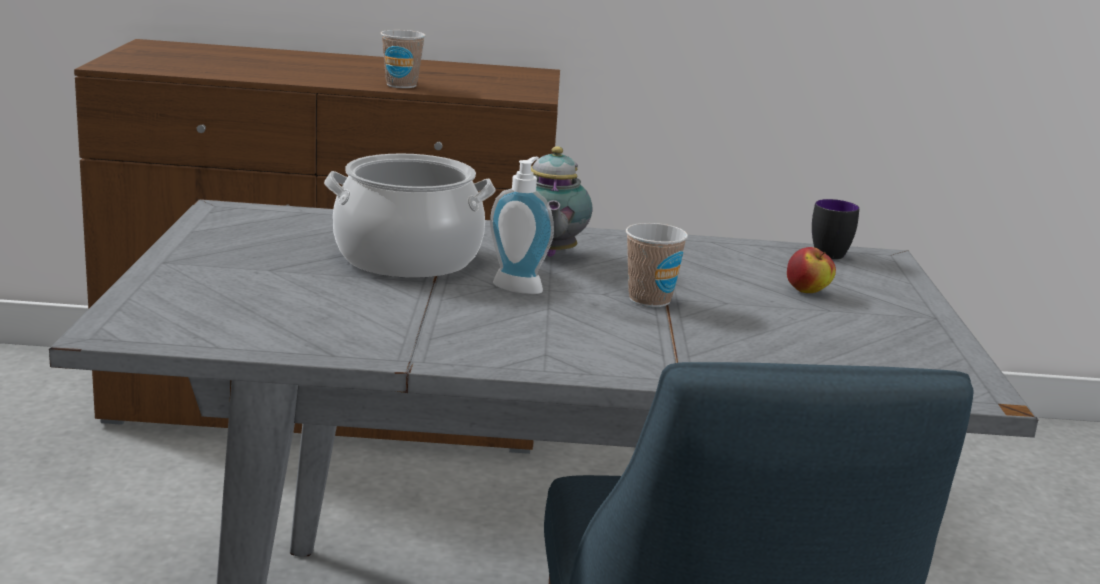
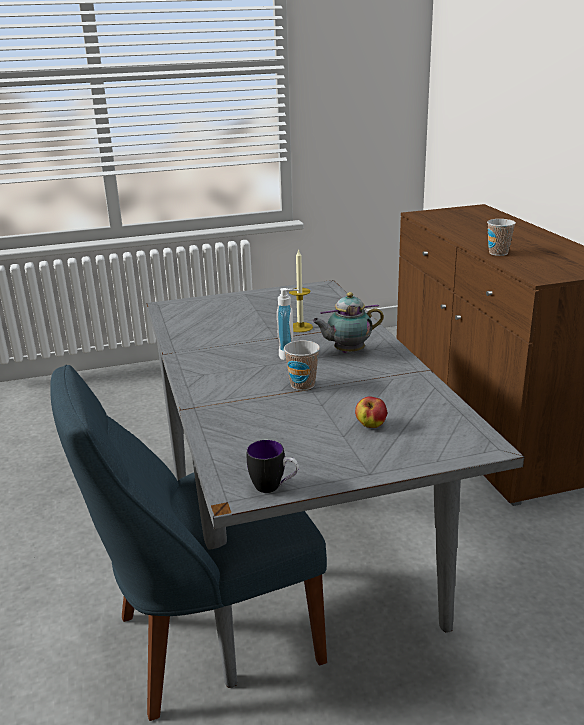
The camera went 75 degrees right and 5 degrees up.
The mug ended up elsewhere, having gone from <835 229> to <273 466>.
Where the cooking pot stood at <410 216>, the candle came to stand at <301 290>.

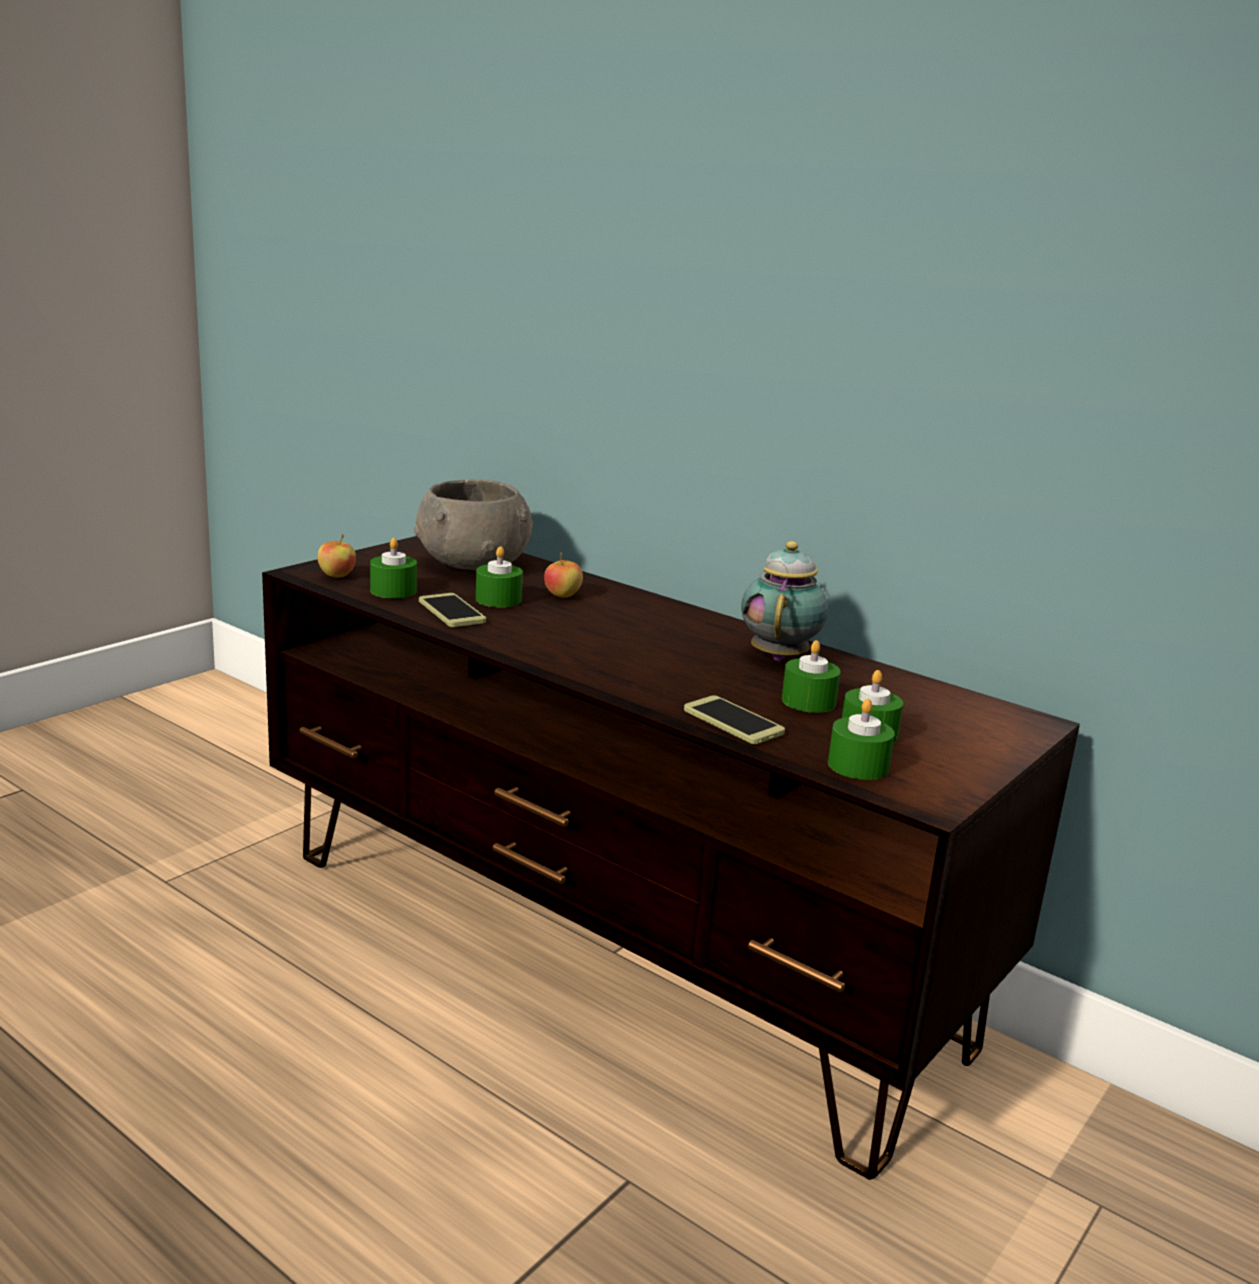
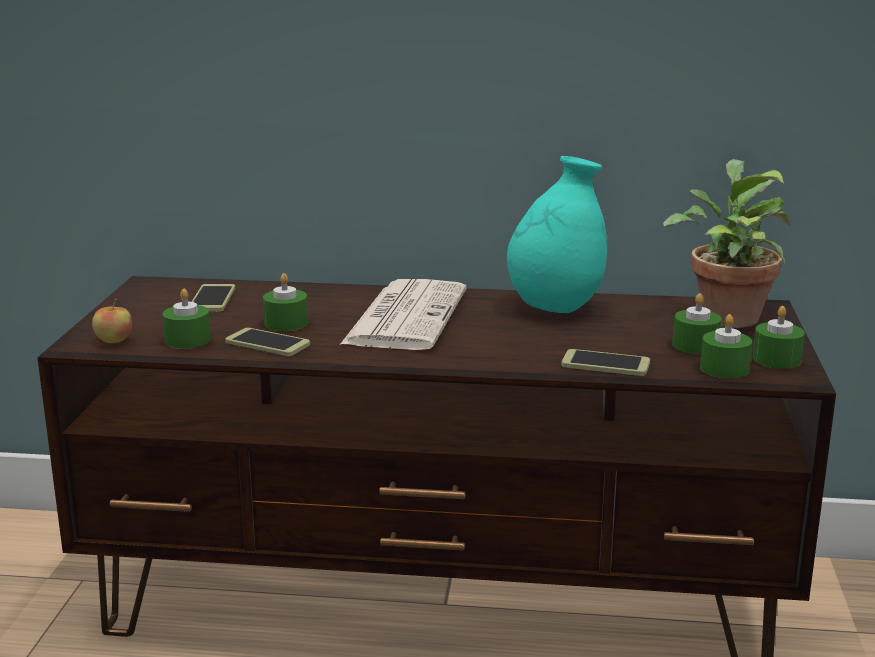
The camera went 30 degrees left and 0 degrees up.
The second view lost the apple at <563 575>.
The second view gained the newspaper at <403 314>.
The second view gained the potted plant at <727 243>.
The green candle ended up elsewhere, having gone from <811 676> to <778 337>.
Where the grey bowl stood at <474 524>, the phone came to stand at <213 298>.
Where the teapot stood at <784 601>, the turquoise vase came to stand at <557 234>.

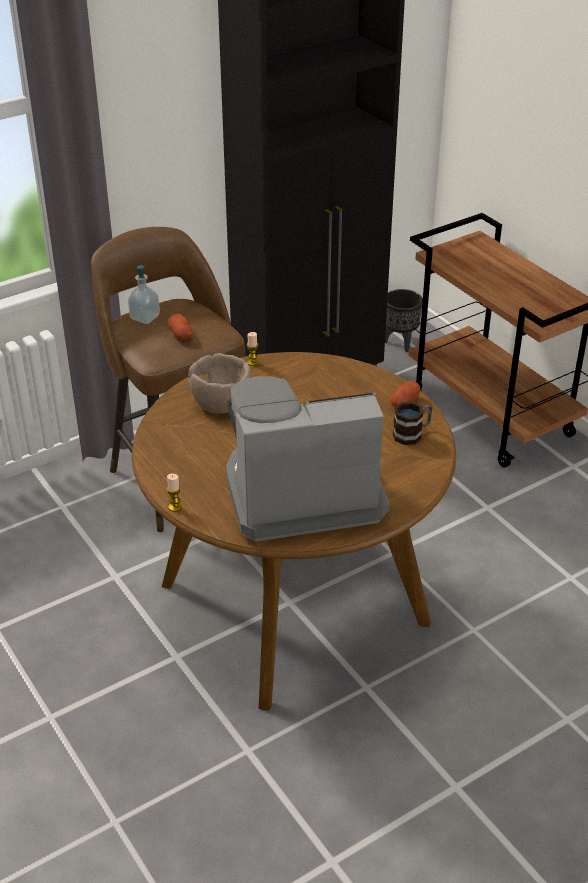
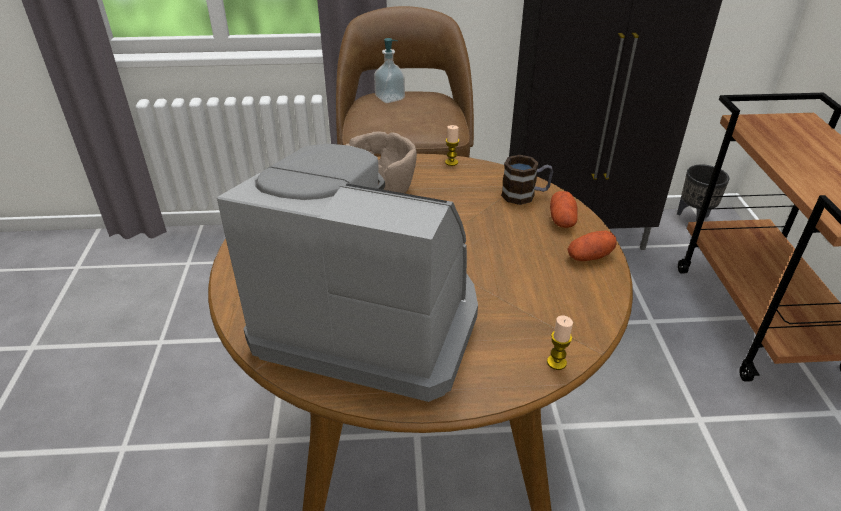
The camera went 30 degrees right and 0 degrees up.
The candle ended up elsewhere, having gone from <174 493> to <560 342>.
The potato ended up elsewhere, having gone from <180 327> to <564 209>.
The mug ended up elsewhere, having gone from <412 423> to <527 180>.

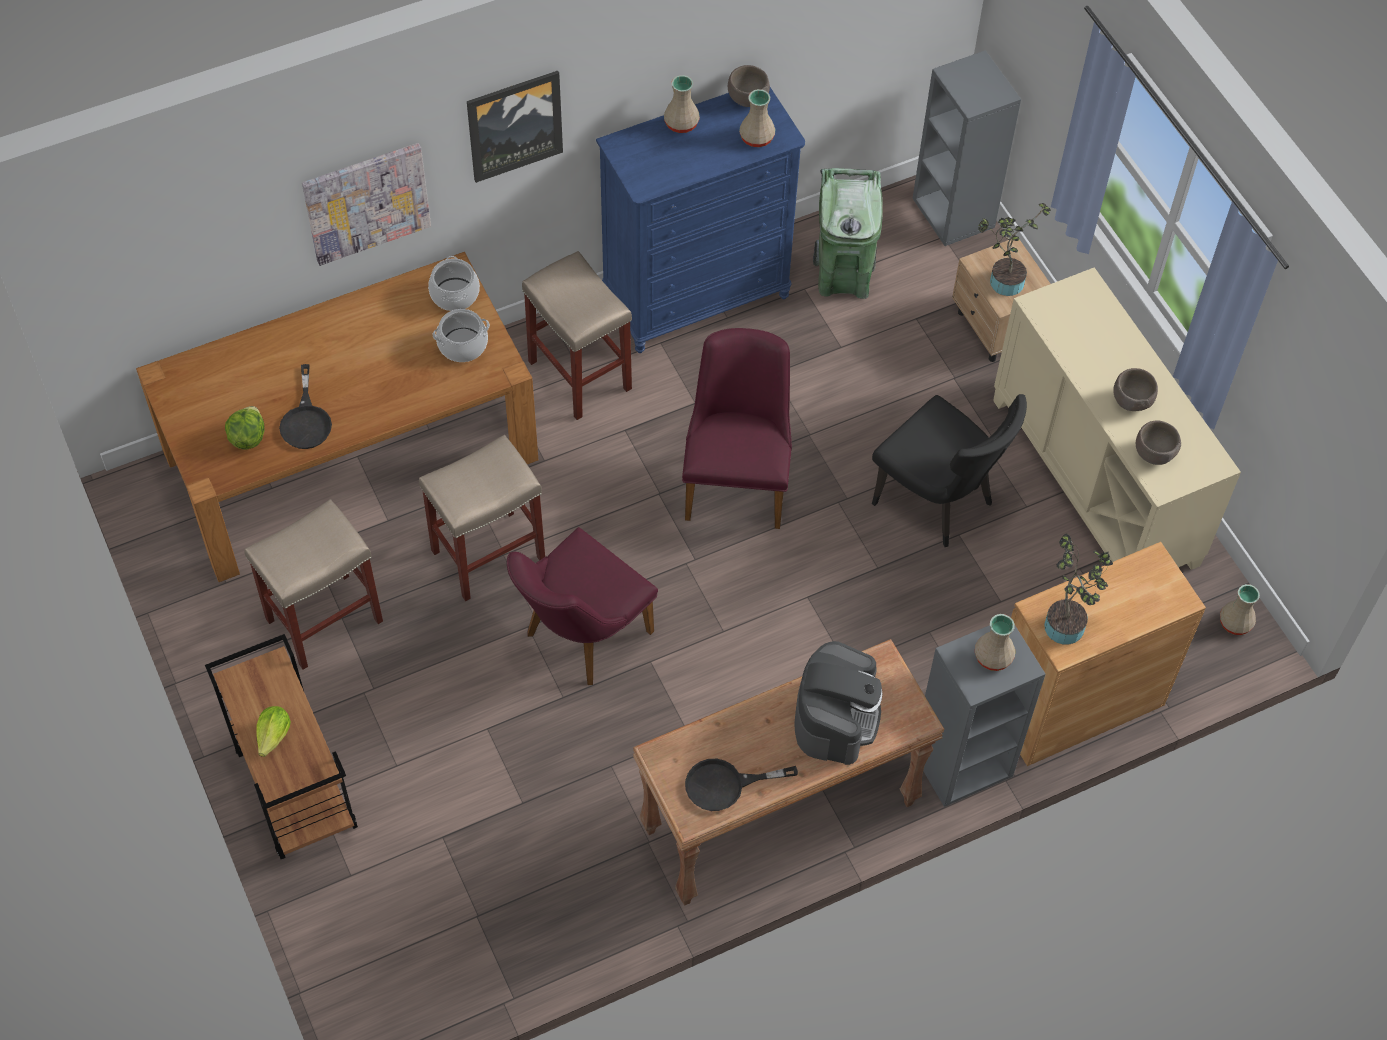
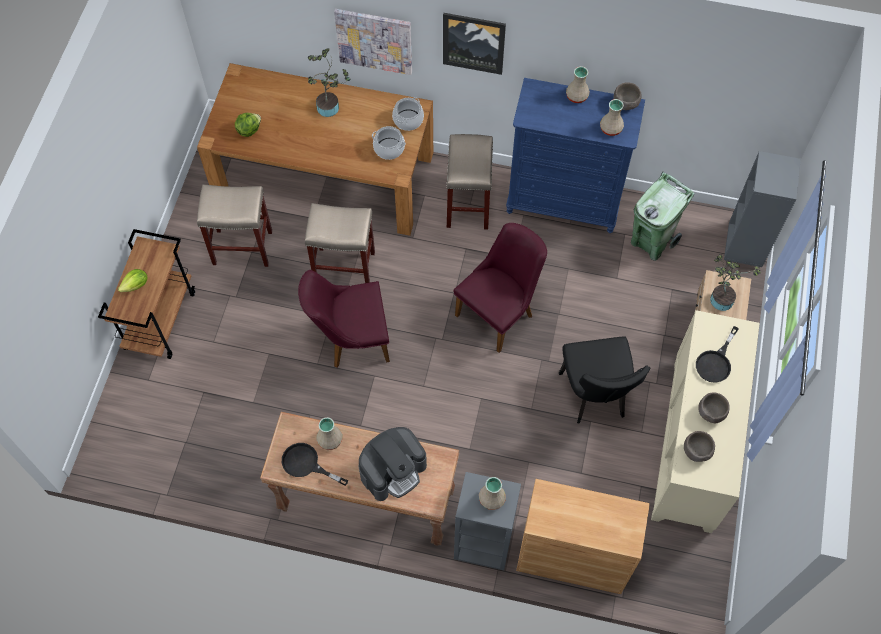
The camera went 40 degrees right and 5 degrees up.
The black frying pan ended up elsewhere, having gone from <305 406> to <717 354>.
The potted plant ended up elsewhere, having gone from <1078 588> to <329 82>.
The beige vase ended up elsewhere, having gone from <1240 609> to <329 433>.

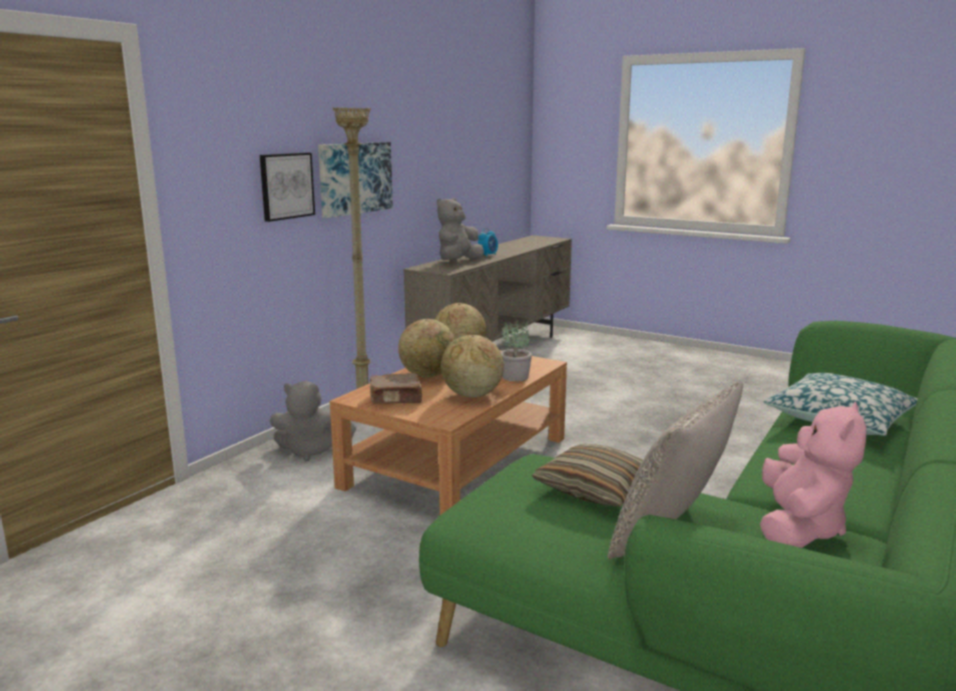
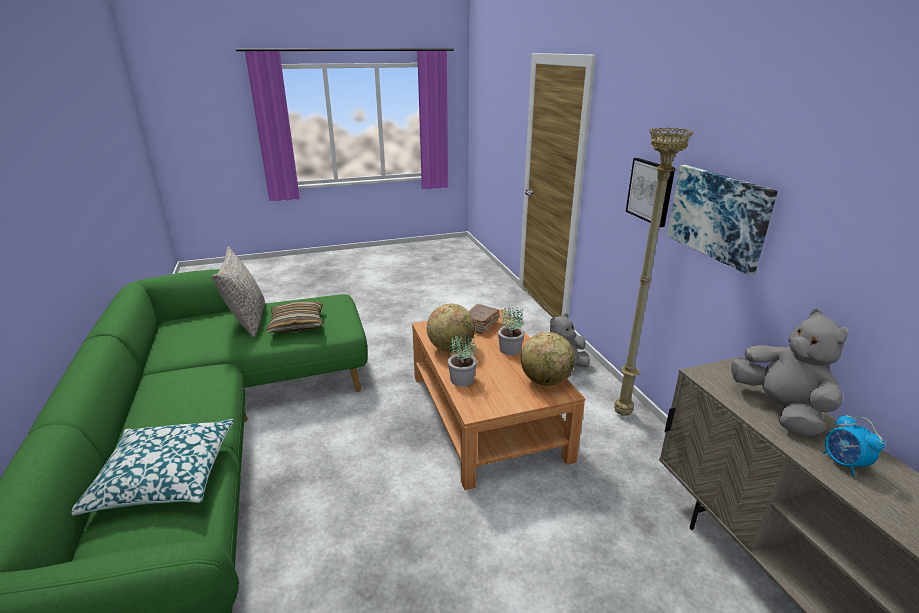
The camera went 130 degrees right and 10 degrees up.
The second view lost the pink plush toy at <813 475>.
Where the globe stood at <427 348>, the potted plant came to stand at <511 331>.

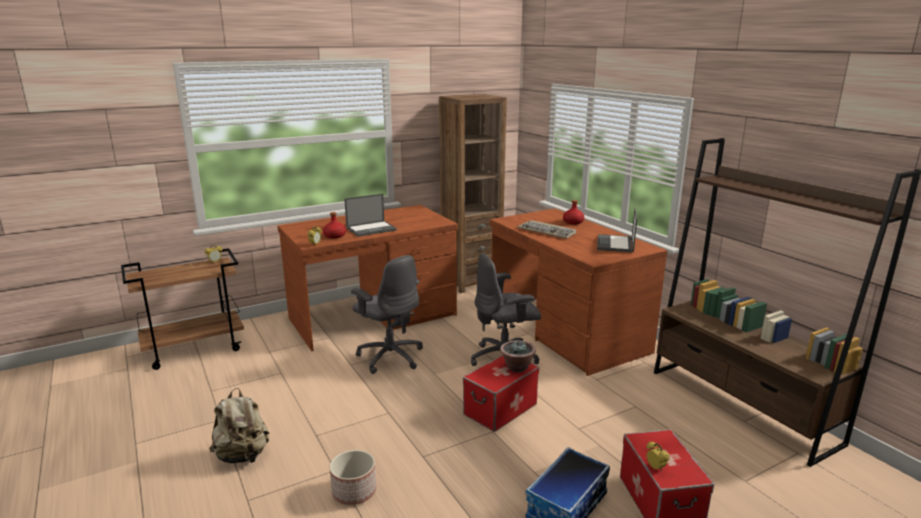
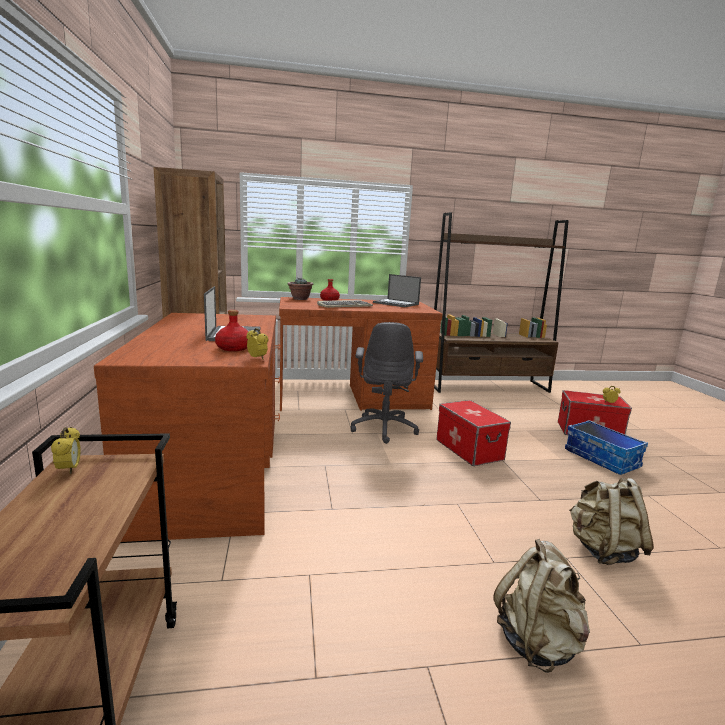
The camera went 70 degrees left and 5 degrees down.
The second view lost the grey office chair at <387 314>.
The potted plant ended up elsewhere, having gone from <518 356> to <300 289>.
Where the planter stood at <353 477>, the beige backpack came to stand at <611 521>.

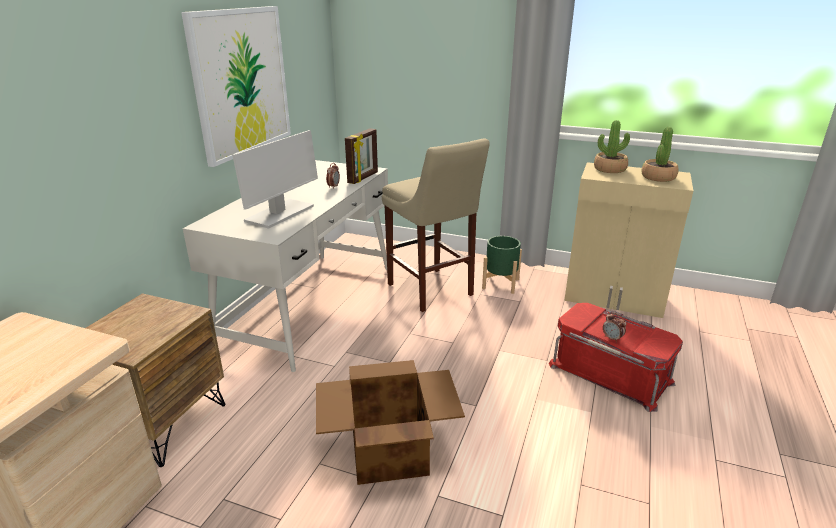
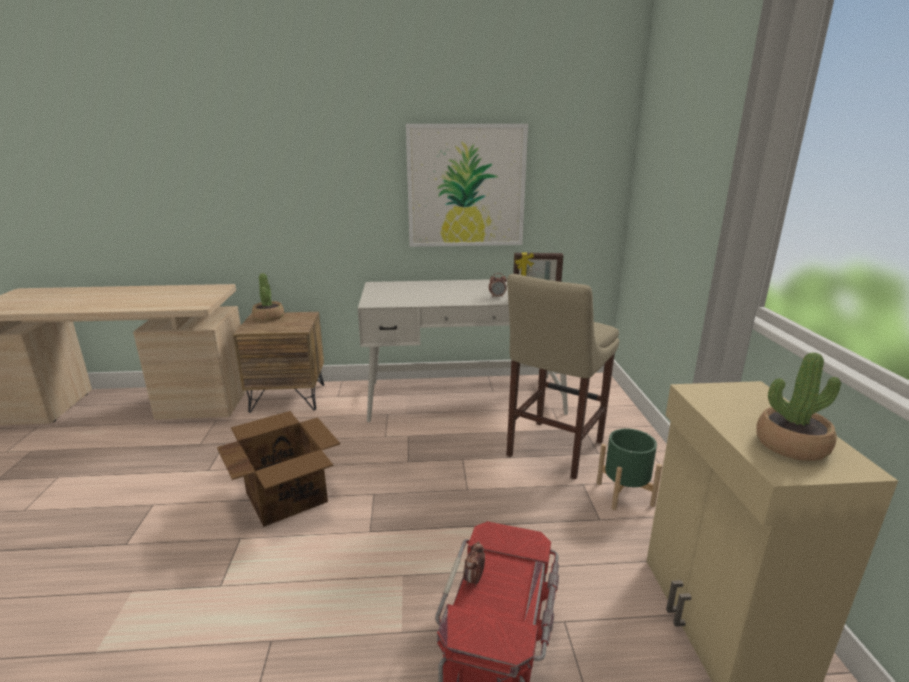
The camera went 65 degrees right and 5 degrees down.
The second view lost the monitor at <275 179>.
The potted plant ended up elsewhere, having gone from <612 146> to <268 297>.

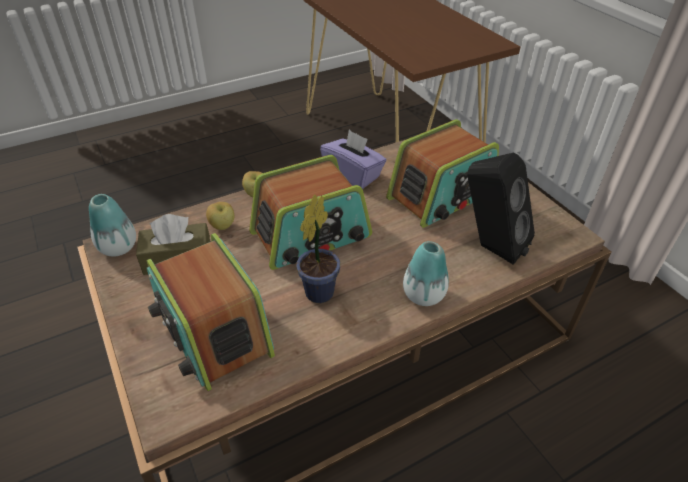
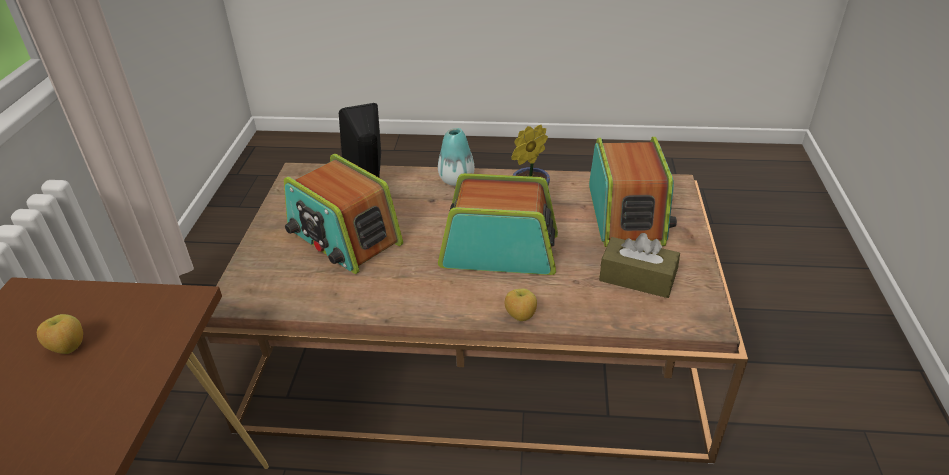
The camera went 145 degrees left and 5 degrees down.
The second view lost the vase at <112 225>.
The second view lost the purple tissue box at <353 159>.
The apple ended up elsewhere, having gone from <220 216> to <60 334>.
The radio at <442 173> ended up facing another way, 135 degrees counterclockwise from before.

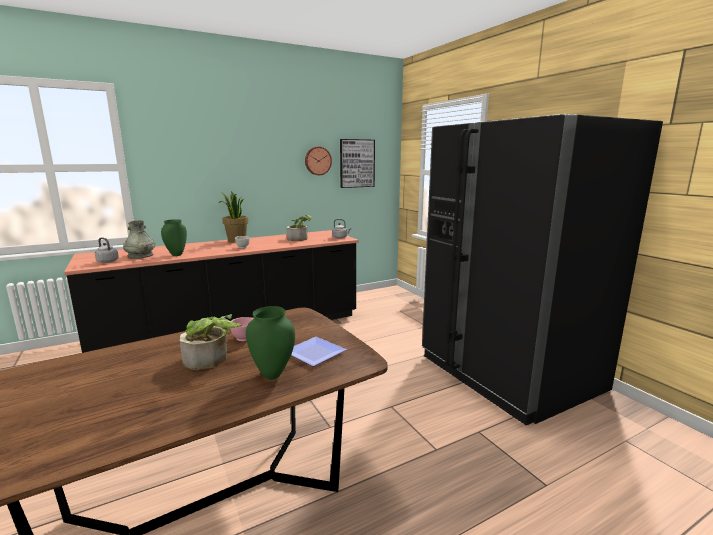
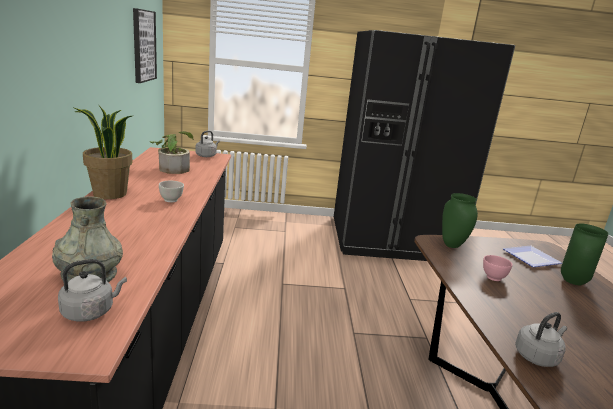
The camera went 65 degrees left and 5 degrees up.
The second view lost the potted plant at <211 342>.
The second view lost the wall clock at <318 161>.
The second view gained the grey kettle at <541 339>.
The green vase ended up elsewhere, having gone from <174 237> to <460 220>.

